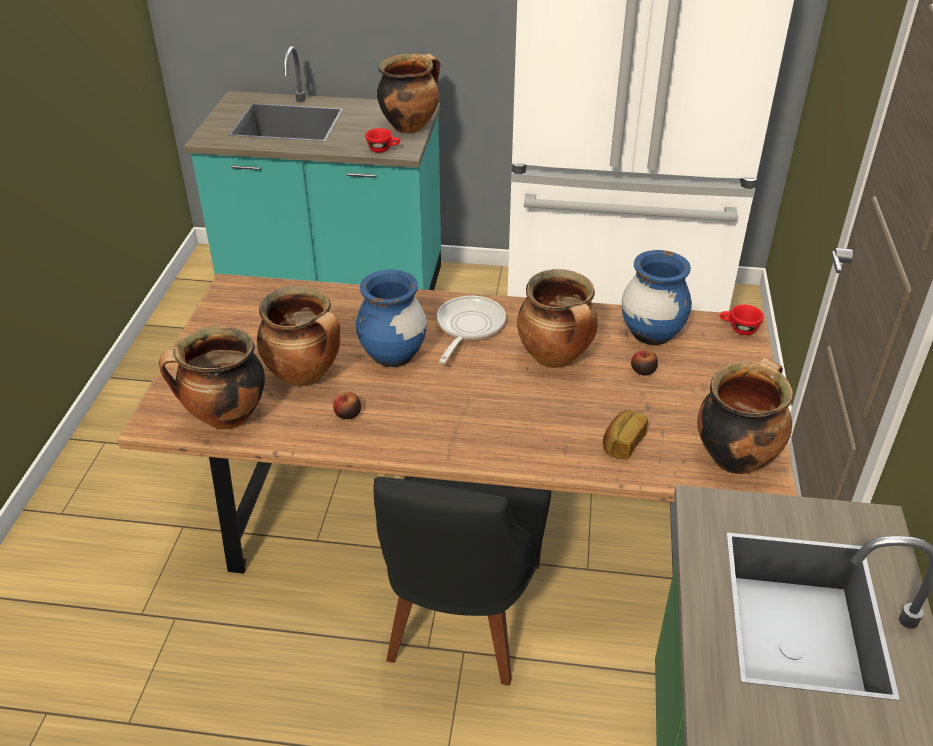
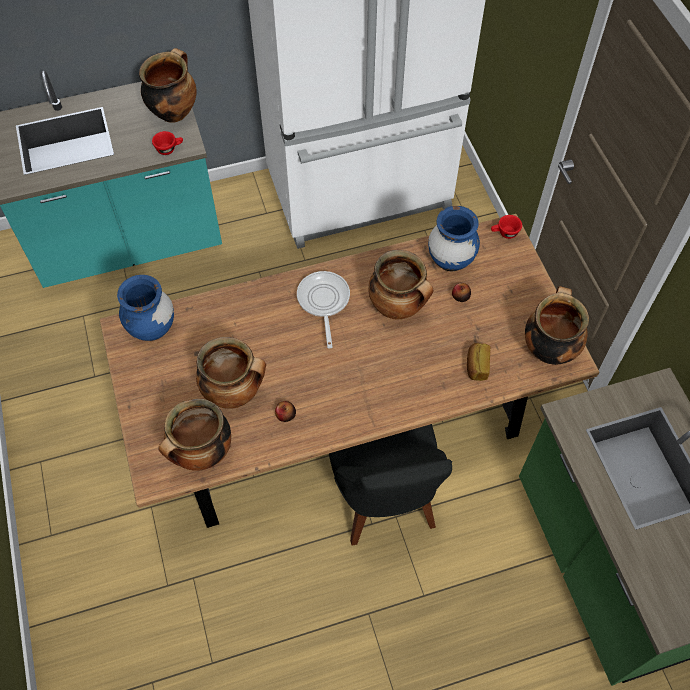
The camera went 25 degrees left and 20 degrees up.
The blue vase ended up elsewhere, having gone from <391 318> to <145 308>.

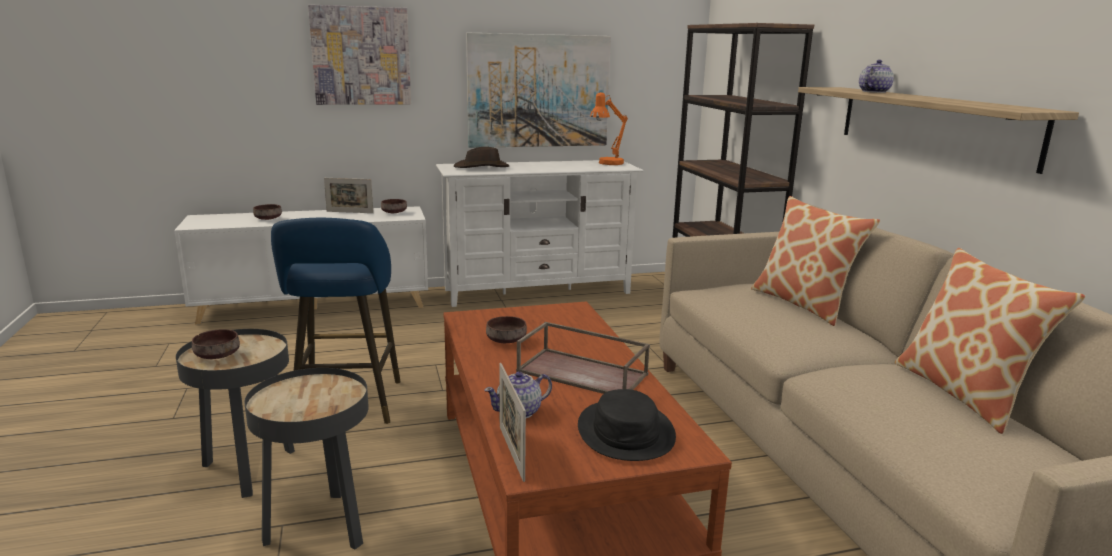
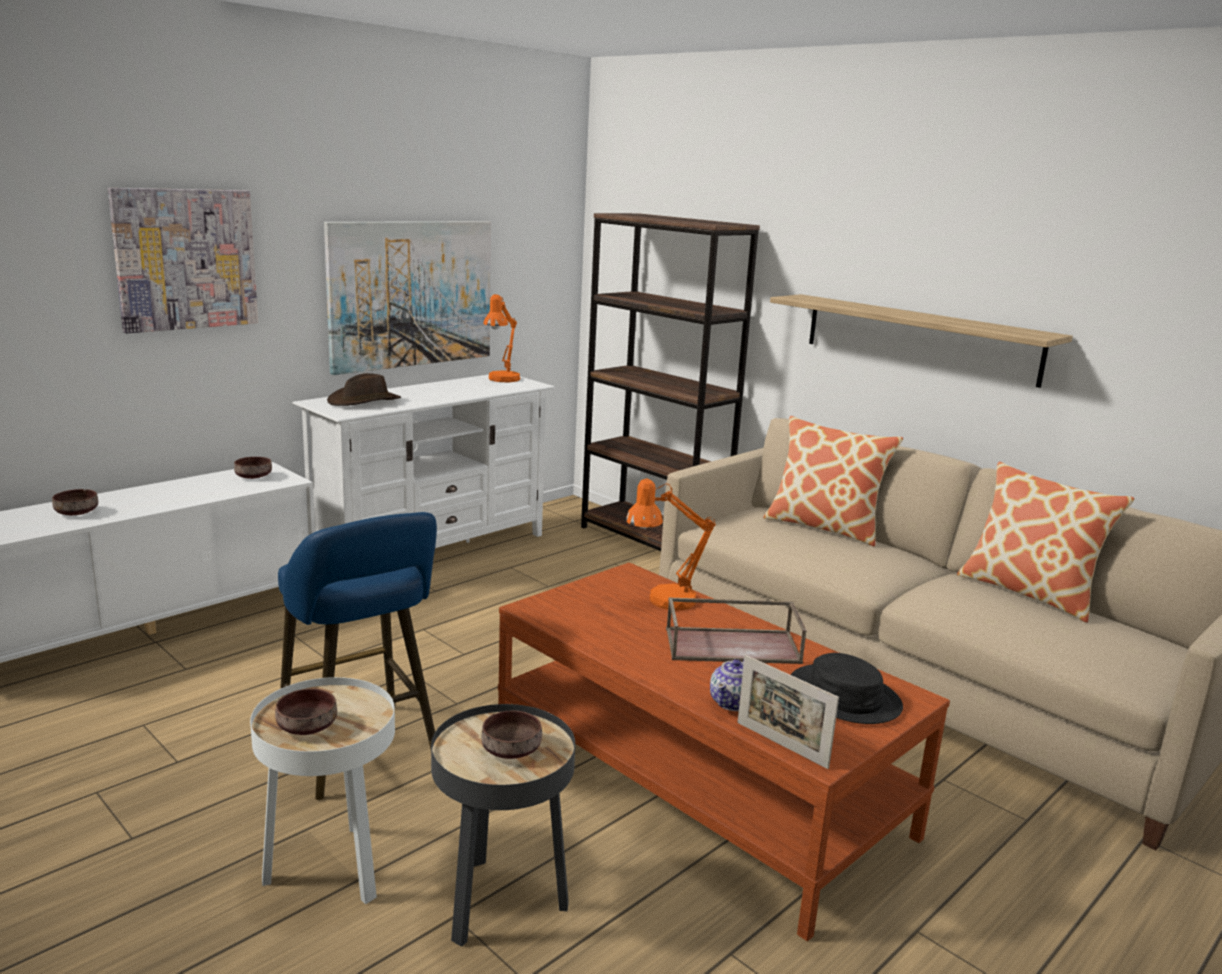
The camera went 30 degrees left and 0 degrees up.
The second view lost the picture frame at <349 195>.
The second view lost the teapot at <876 76>.
The second view gained the orange table lamp at <671 544>.
The brown bowl ended up elsewhere, having gone from <506 329> to <512 734>.
What was the black side table at <235 413> turned into the white side table at <322 790>.

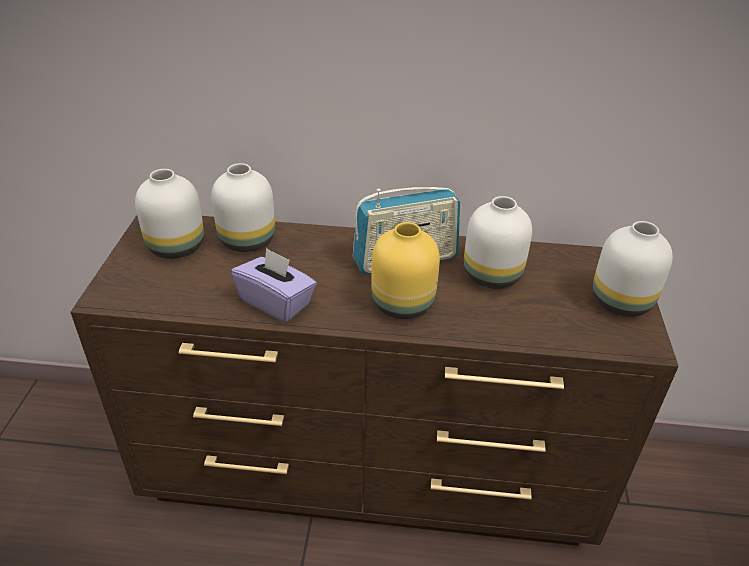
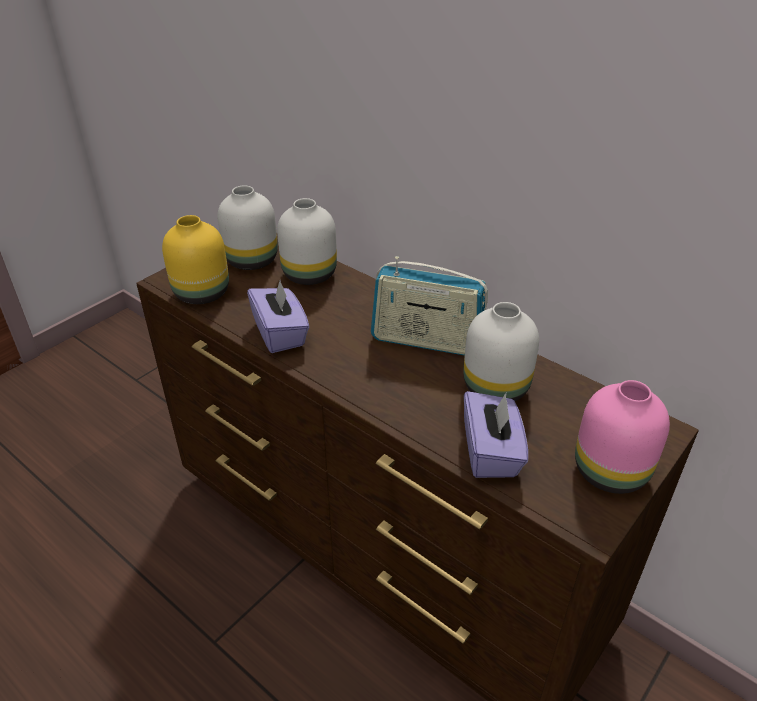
The camera went 35 degrees right and 0 degrees up.
The second view gained the purple tissue box at <496 434>.
The yellow vase ended up elsewhere, having gone from <405 270> to <195 259>.
What was the white vase at <633 269> turned into the pink vase at <622 437>.

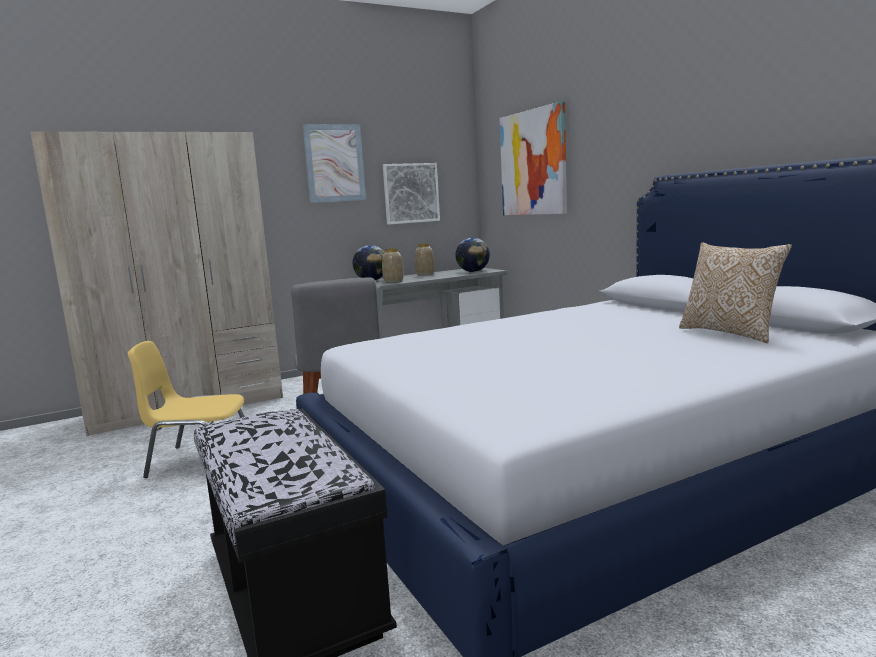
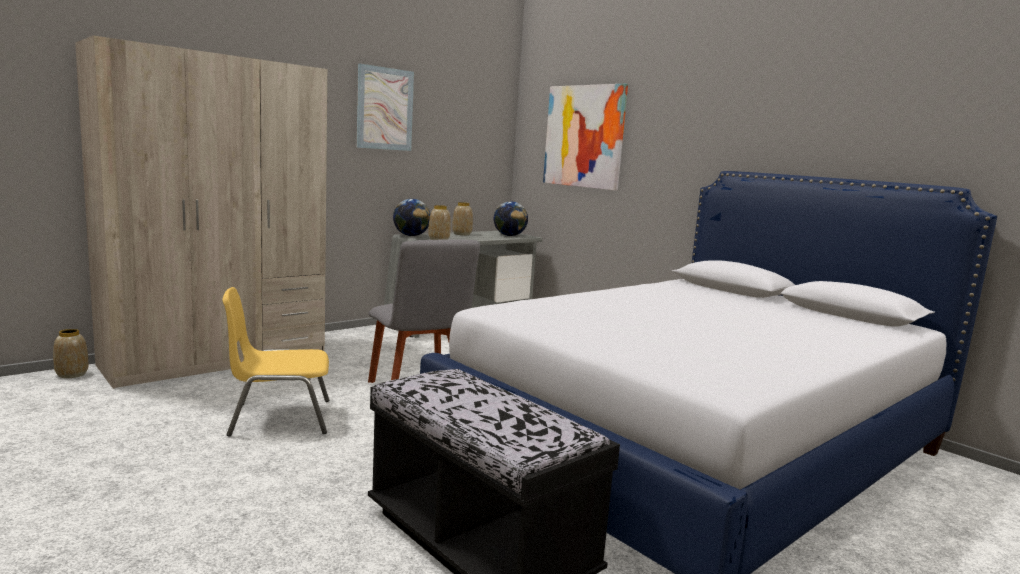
The camera went 15 degrees left and 0 degrees up.
The second view lost the picture at <411 194>.
The second view lost the pillow at <735 292>.
The second view gained the vase at <70 353>.

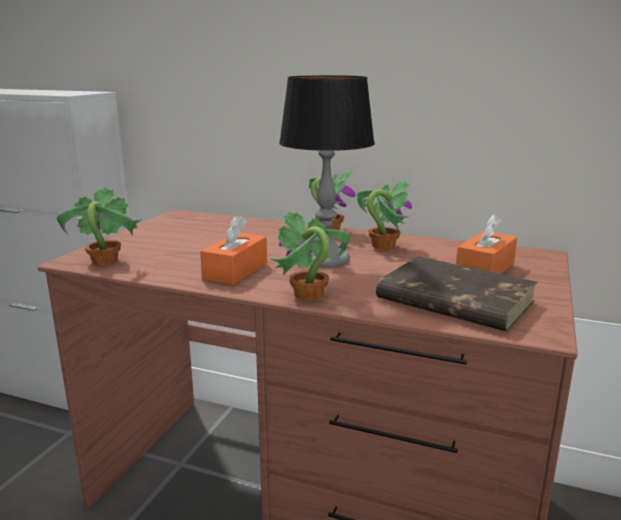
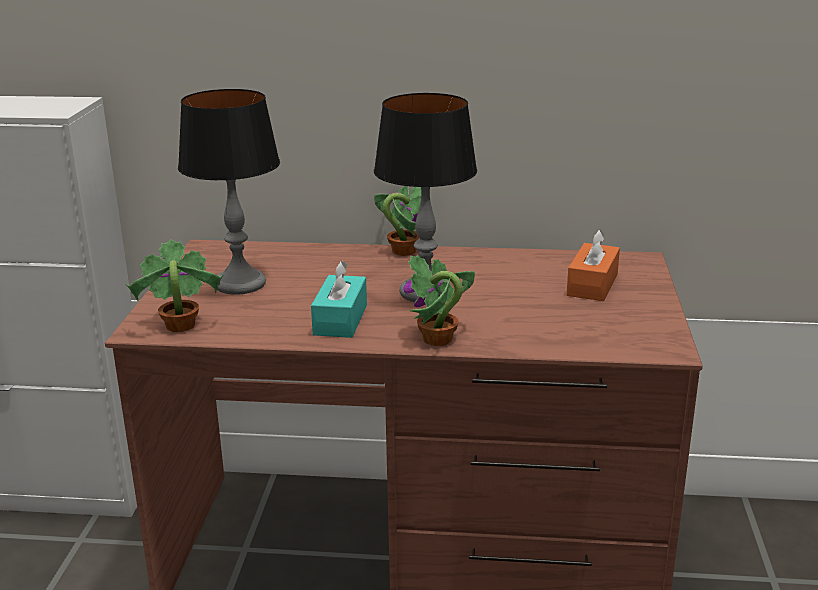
The camera went 15 degrees left and 5 degrees up.
The second view lost the potted plant at <384 215>.
The second view lost the brown book at <457 294>.
The second view gained the table lamp at <229 192>.
What was the orange tissue box at <233 250> turned into the turquoise tissue box at <339 299>.

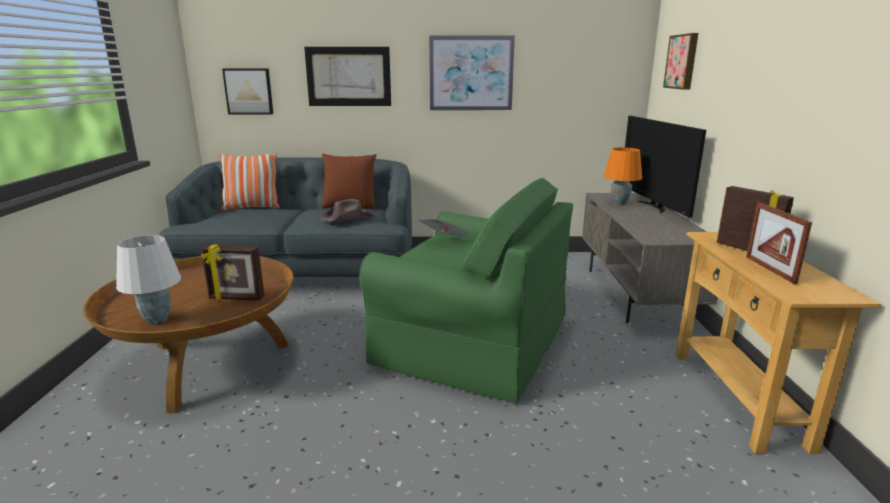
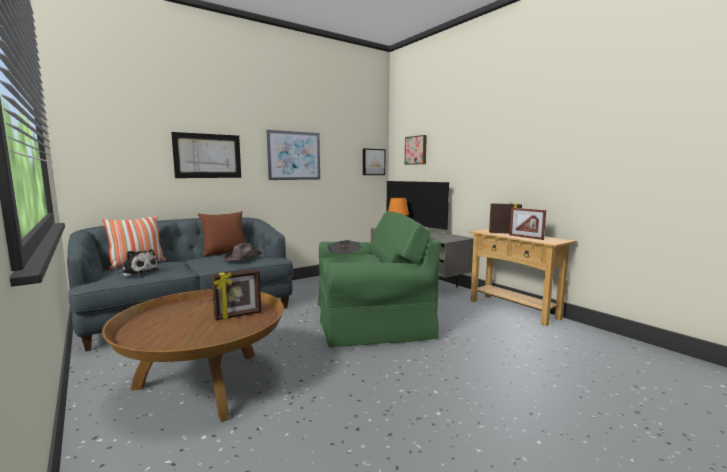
The camera went 35 degrees left and 10 degrees down.
The second view lost the white table lamp at <148 280>.
The second view gained the plush toy at <139 263>.
The picture ended up elsewhere, having gone from <247 91> to <374 161>.

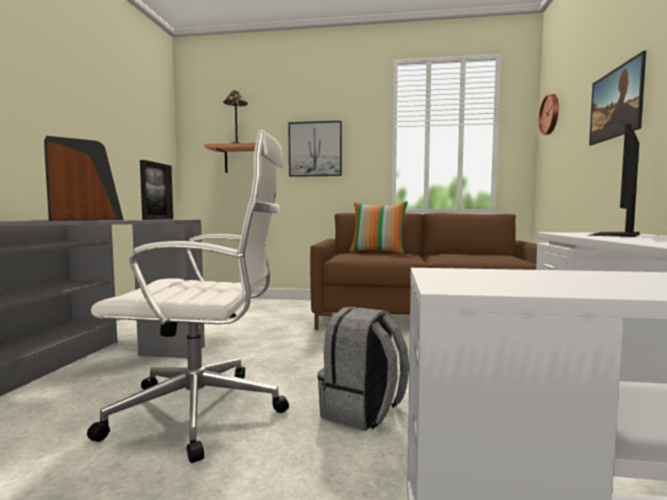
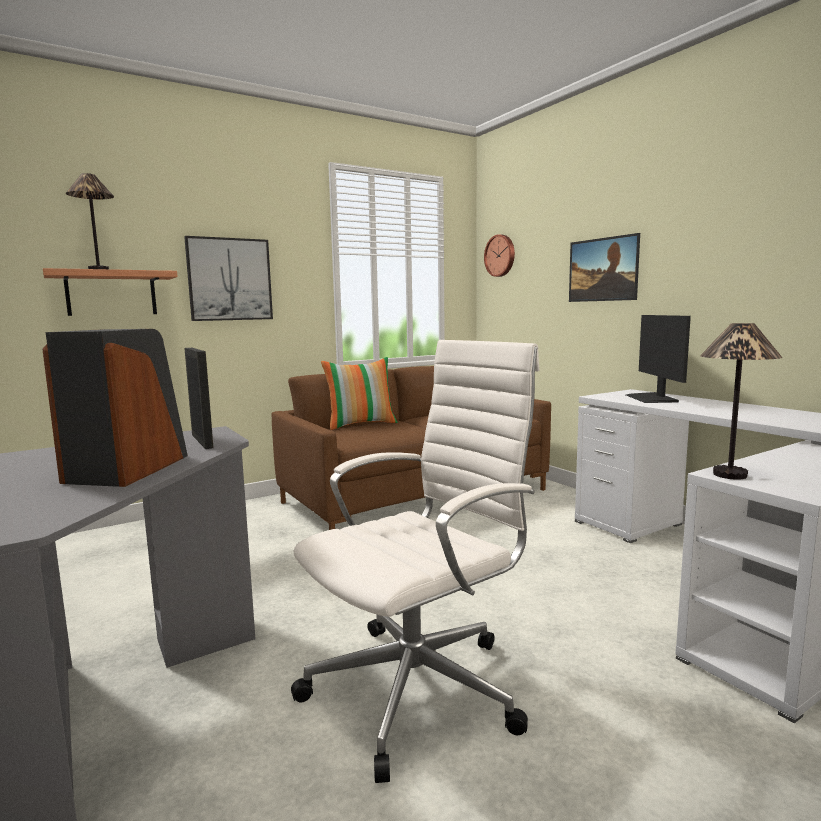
The camera went 40 degrees left and 5 degrees up.
The second view lost the grey backpack at <363 369>.
The second view gained the table lamp at <741 401>.

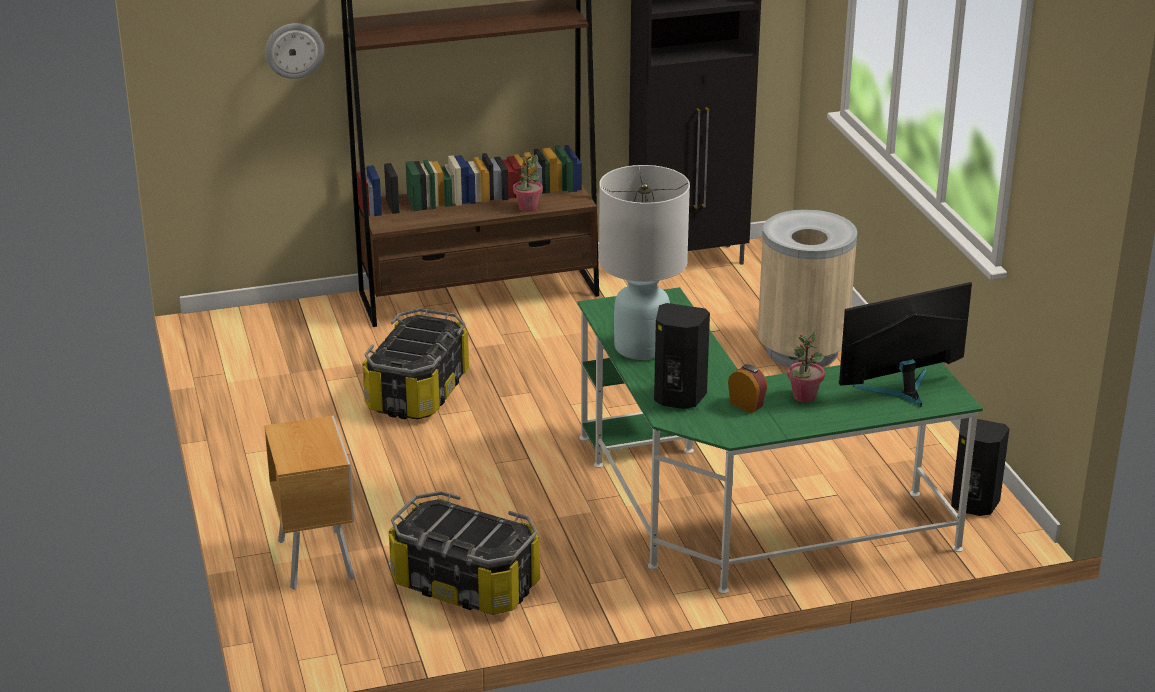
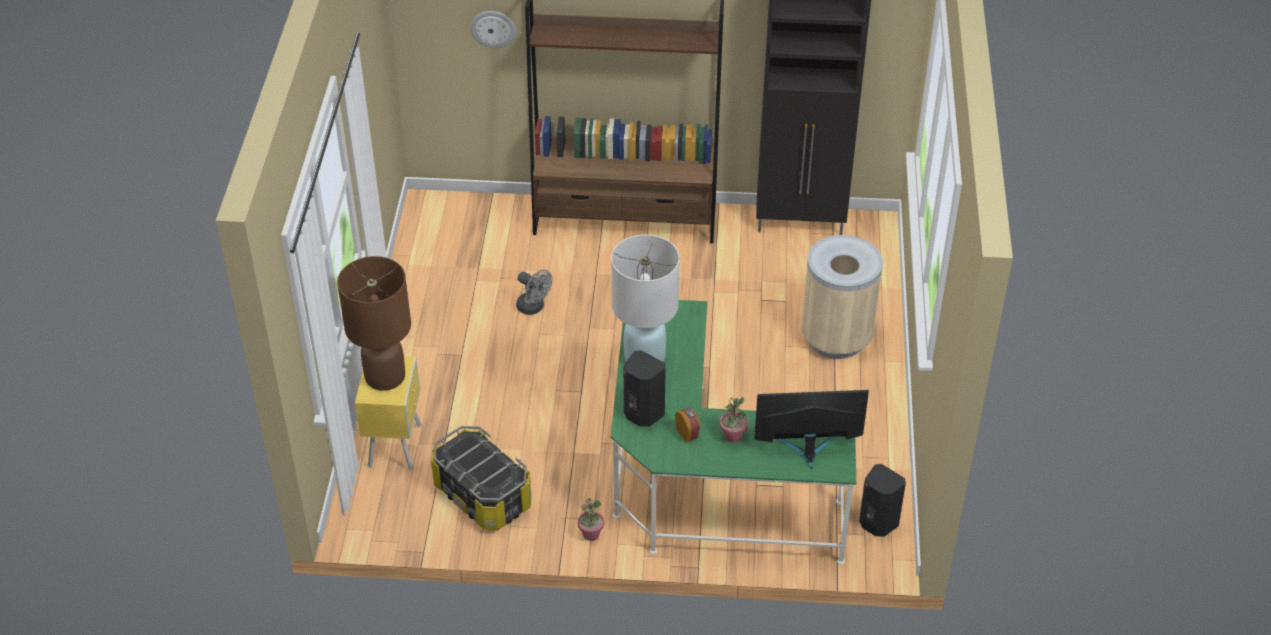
The camera went 20 degrees right and 15 degrees up.
The second view gained the brown table lamp at <374 323>.
The potted plant ended up elsewhere, having gone from <528 183> to <590 519>.
Where the storage box stood at <415 364>, the grey fan came to stand at <534 292>.
What was the brown nightstand at <309 502> turned into the yellow nightstand at <388 413>.

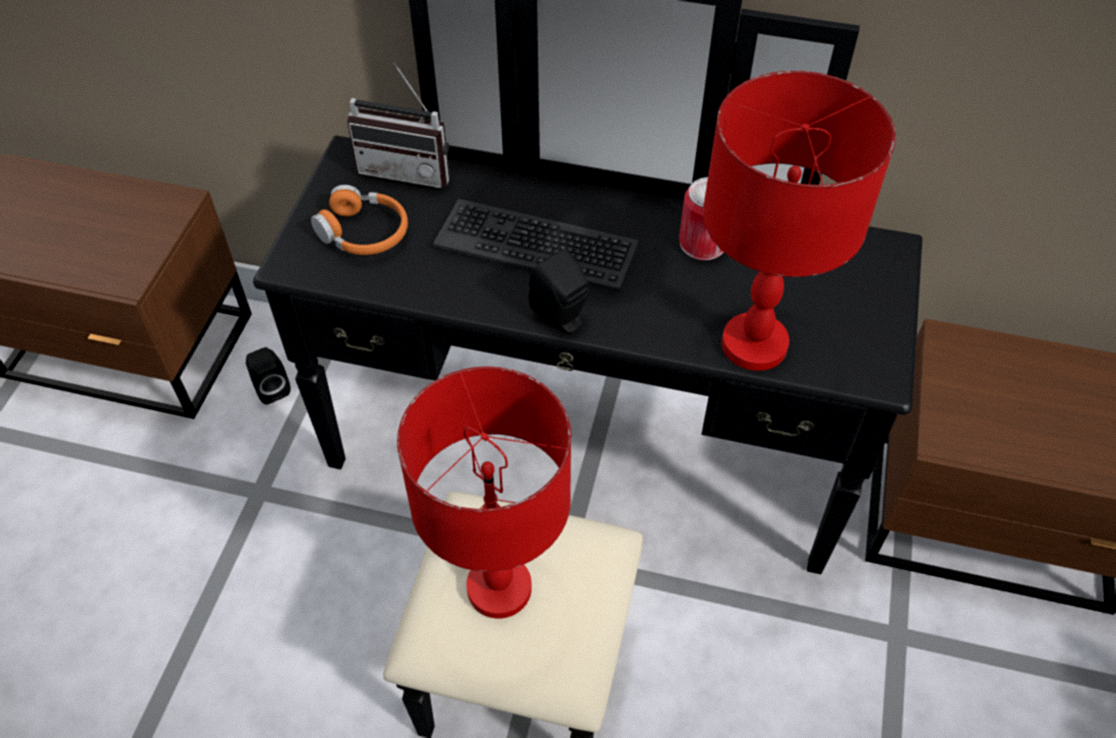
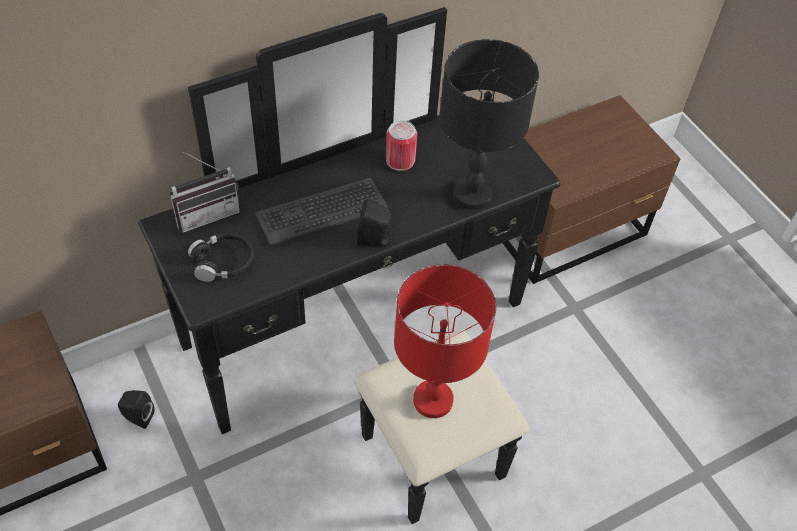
The camera went 45 degrees left and 0 degrees up.
What was the orange headphones at <359 220> turned into the black headphones at <221 257>.
What was the red table lamp at <799 221> turned into the black table lamp at <489 124>.

